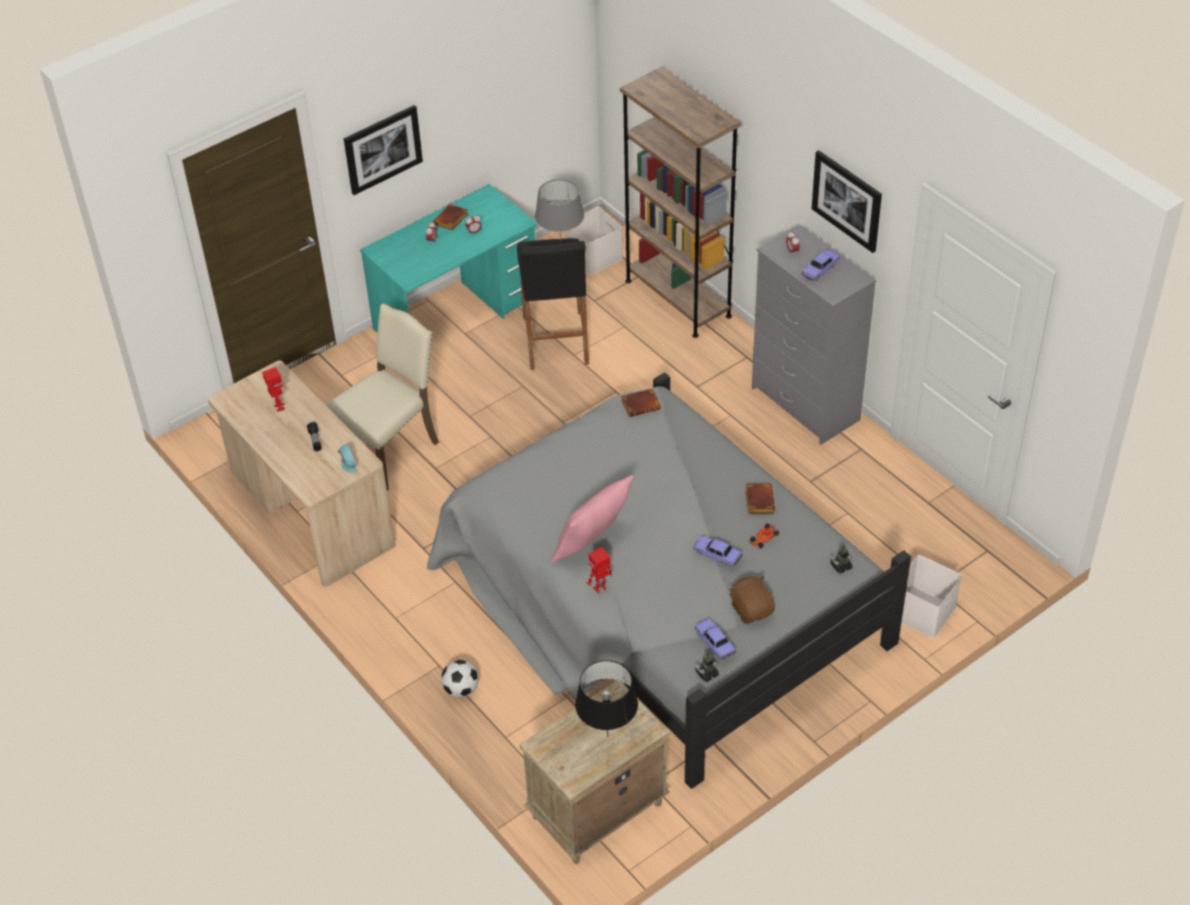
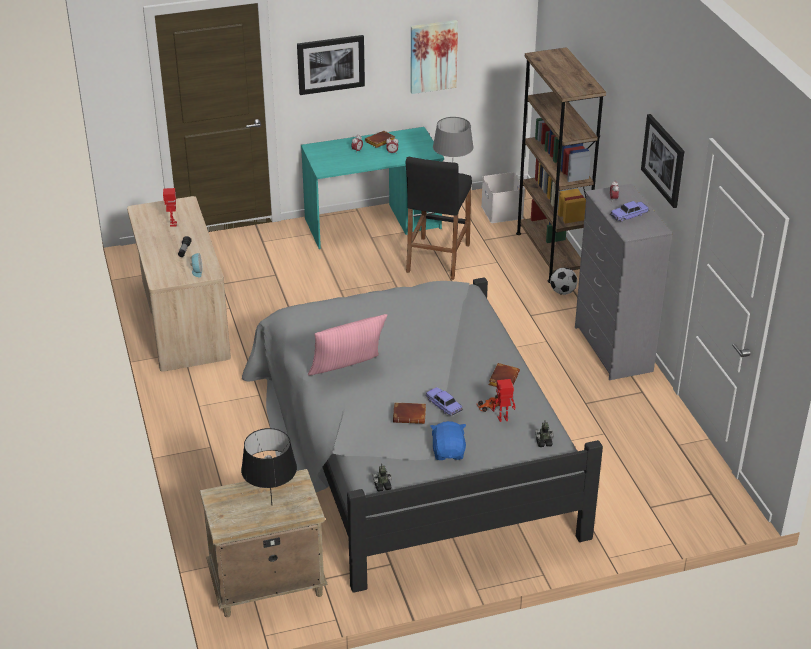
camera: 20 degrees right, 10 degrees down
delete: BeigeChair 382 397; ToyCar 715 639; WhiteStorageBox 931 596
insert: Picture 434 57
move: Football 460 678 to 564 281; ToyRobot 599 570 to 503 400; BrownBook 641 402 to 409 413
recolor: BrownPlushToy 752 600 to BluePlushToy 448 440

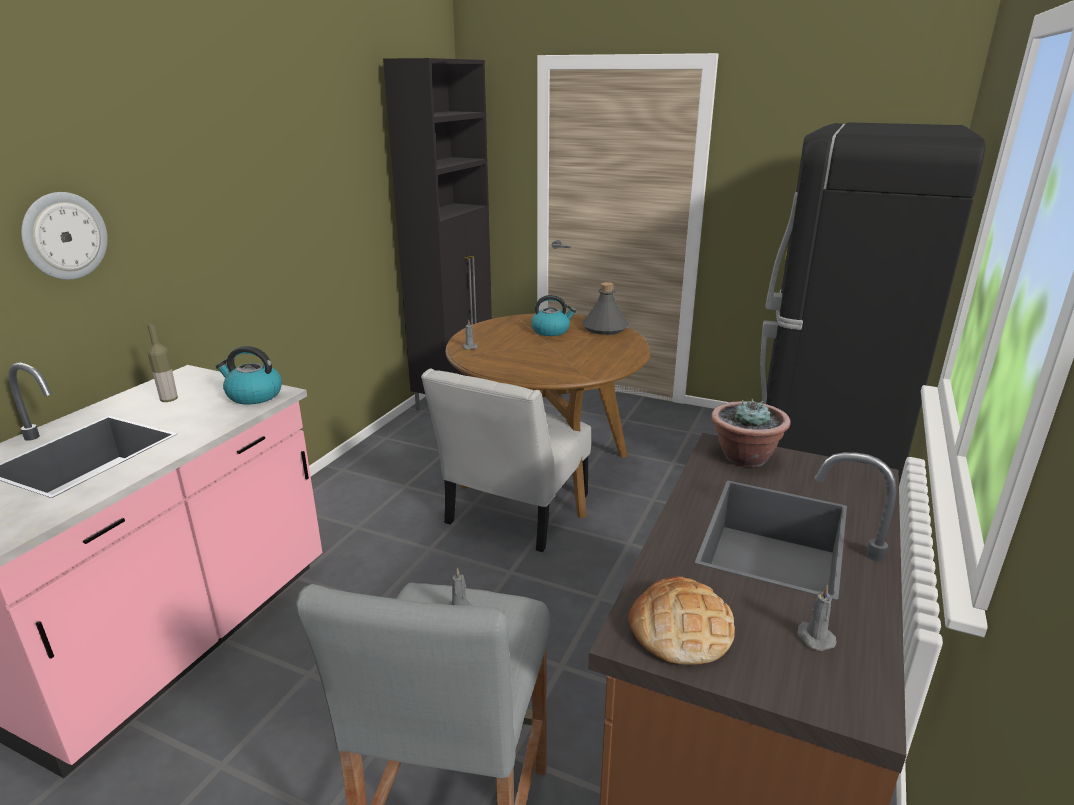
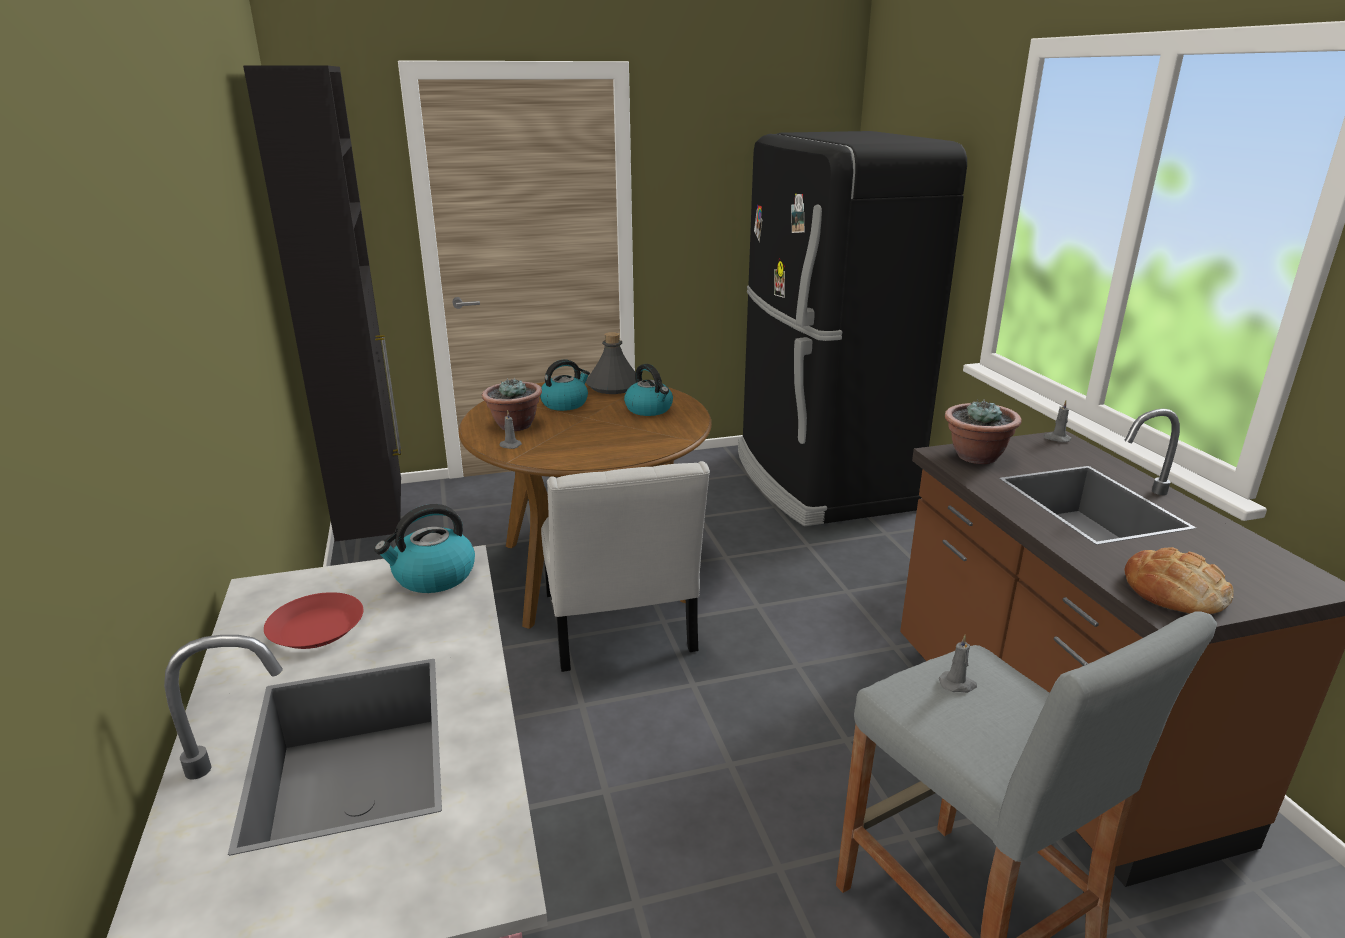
camera: 40 degrees left, 0 degrees up
delete: WallClock 64 236
insert: PottedPlant 512 404; Kettle 648 390
move: GreyCandle 817 618 to 1057 421
replace: Bottle 162 362 to RedPlate 313 620

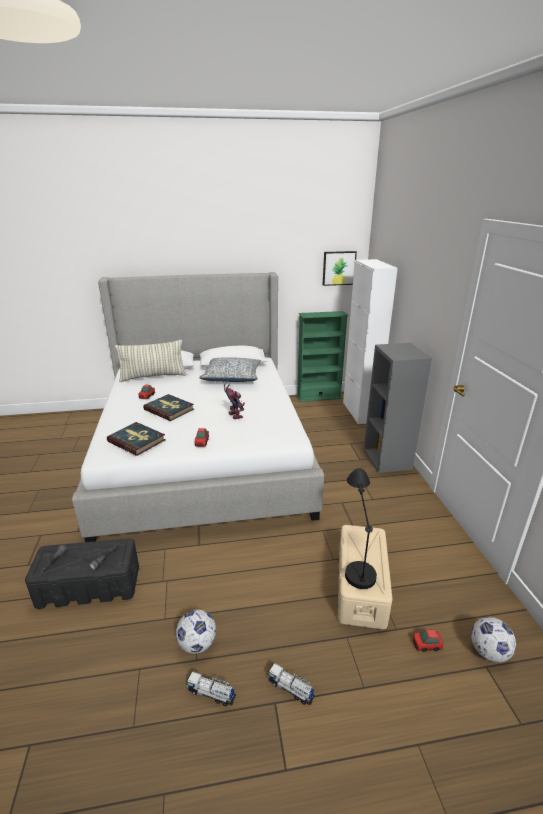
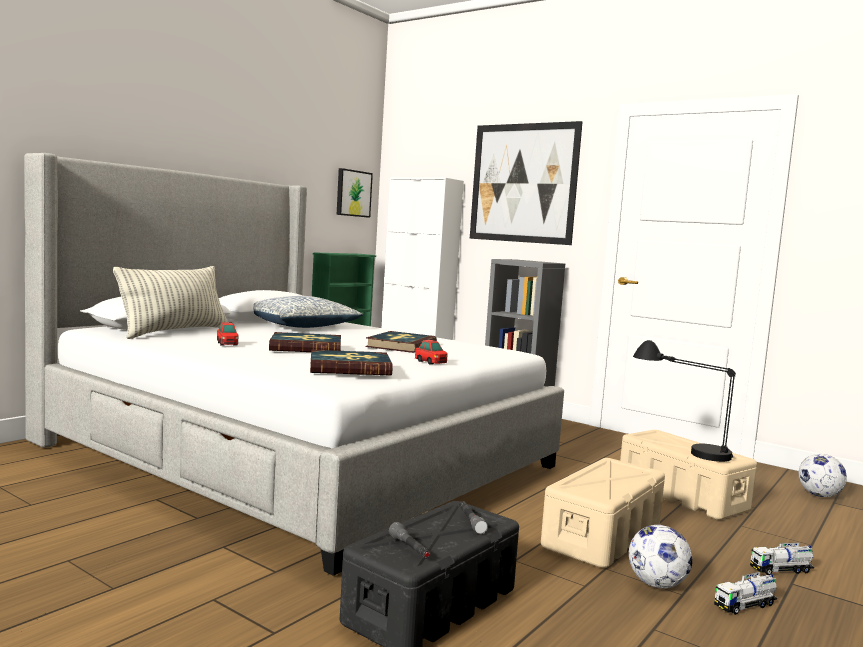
camera: 45 degrees left, 20 degrees down
delete: ToyCar 428 640
insert: Picture 526 183; BeigeStorageBox 603 513
replace: ToyRobot 234 401 to Book 401 342

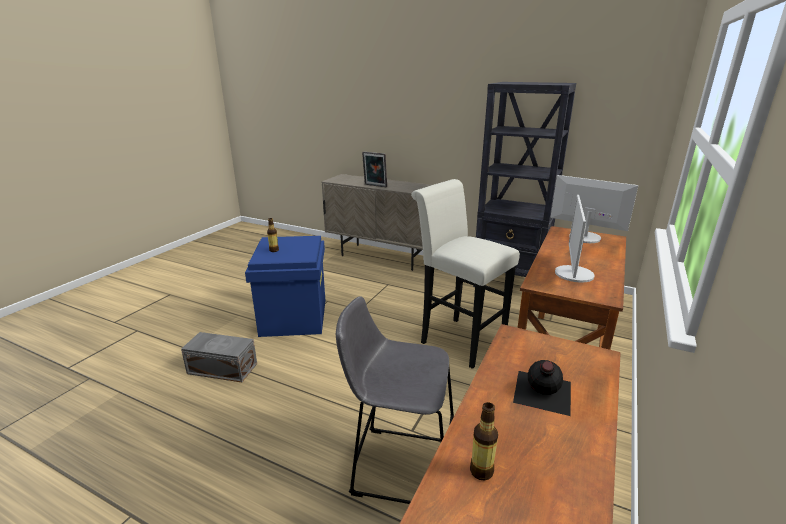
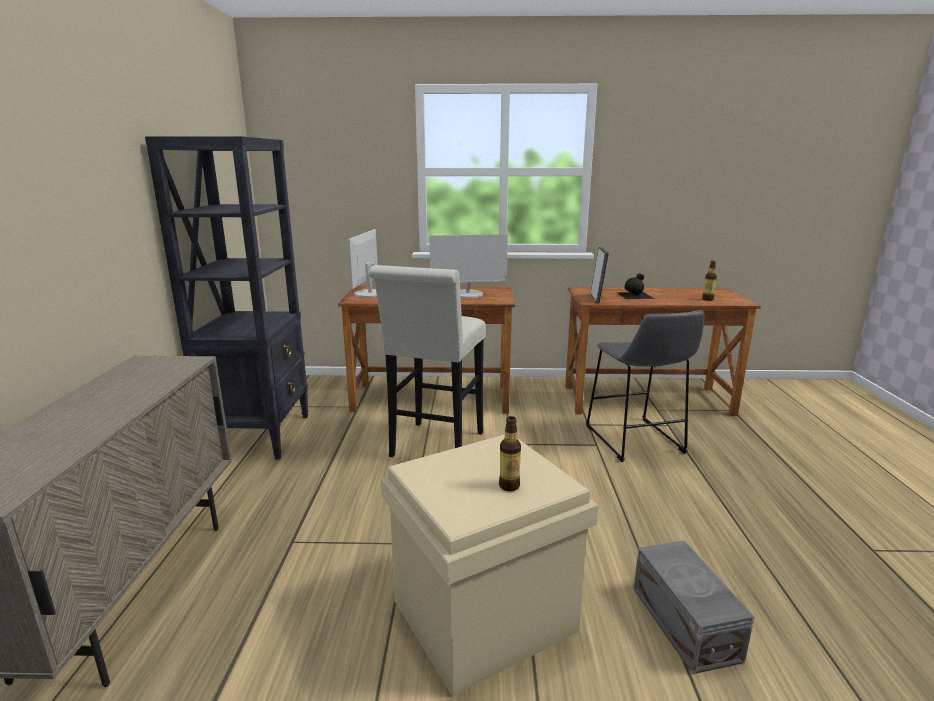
camera: 115 degrees left, 5 degrees down
move: PictureFrame 374 169 to 600 275
recolor: BlueStorageBox 285 286 to BeigeStorageBox 490 566

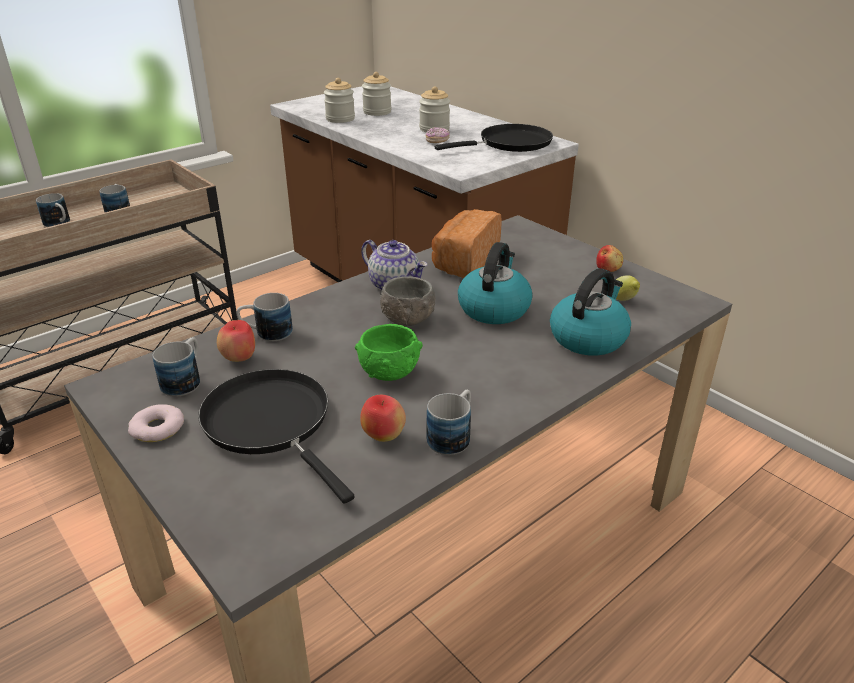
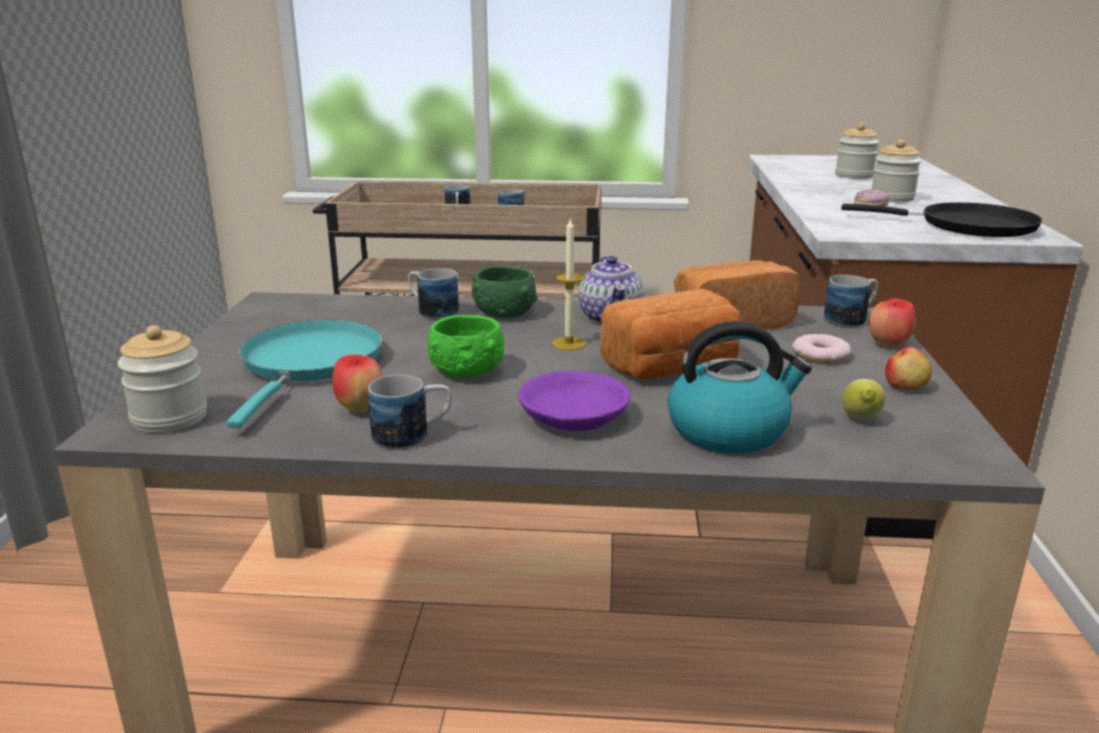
camera: 45 degrees right, 10 degrees down
insert: GreenBowl 504 292; PurpleBowl 574 401
move: Donut 156 423 to 821 348; Mug 176 367 to 851 301; Apple 236 341 to 892 323; Jar 339 100 to 162 379
replace: GreyBowl 407 301 to Candle 569 283; Kettle 495 283 to Bread 671 334
recolor: BlackFryingPan 276 436 to TurquoiseFryingPan 304 374

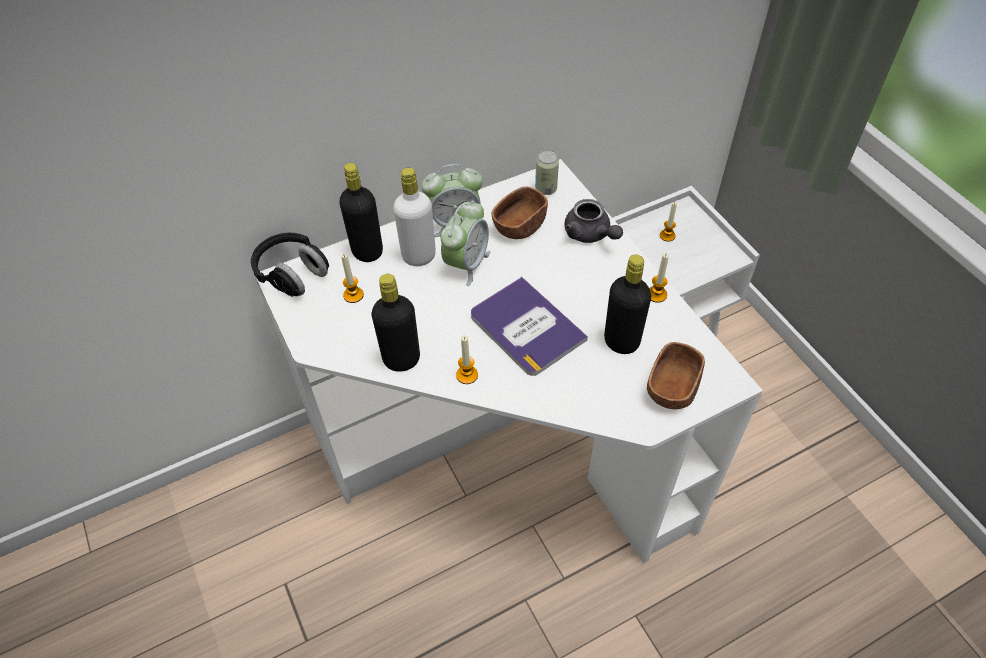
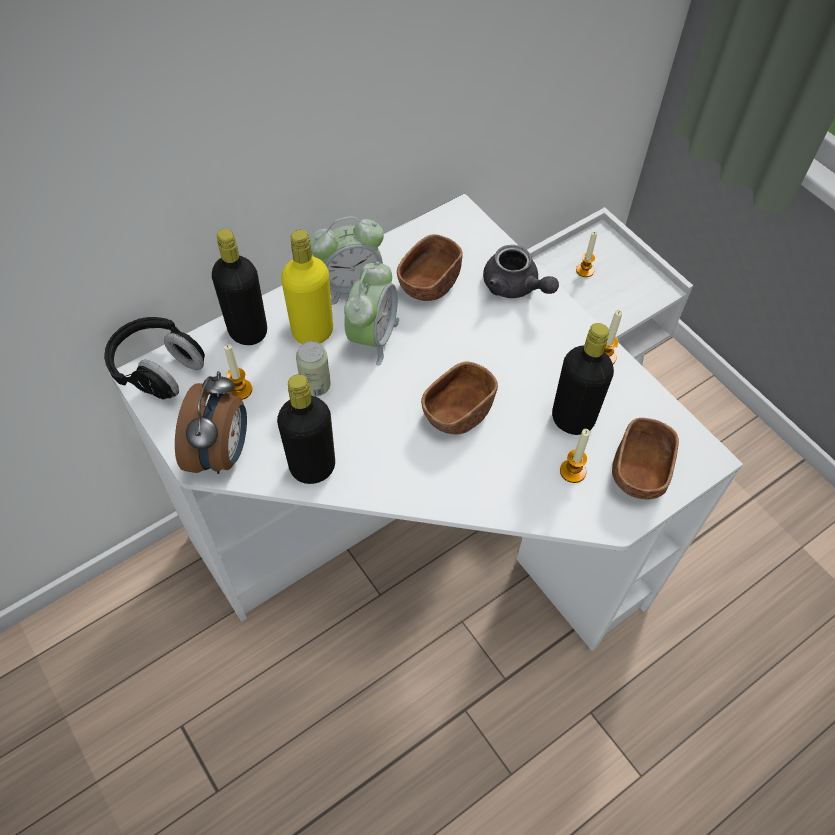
camera: 10 degrees left, 5 degrees up
insert: AlarmClock 211 422
move: Candle 467 359 to 575 456; Can 547 172 to 313 368
replace: Book 529 326 to BrownBowl 459 397
recolor: WhiteBottle 414 217 to YellowBottle 307 287

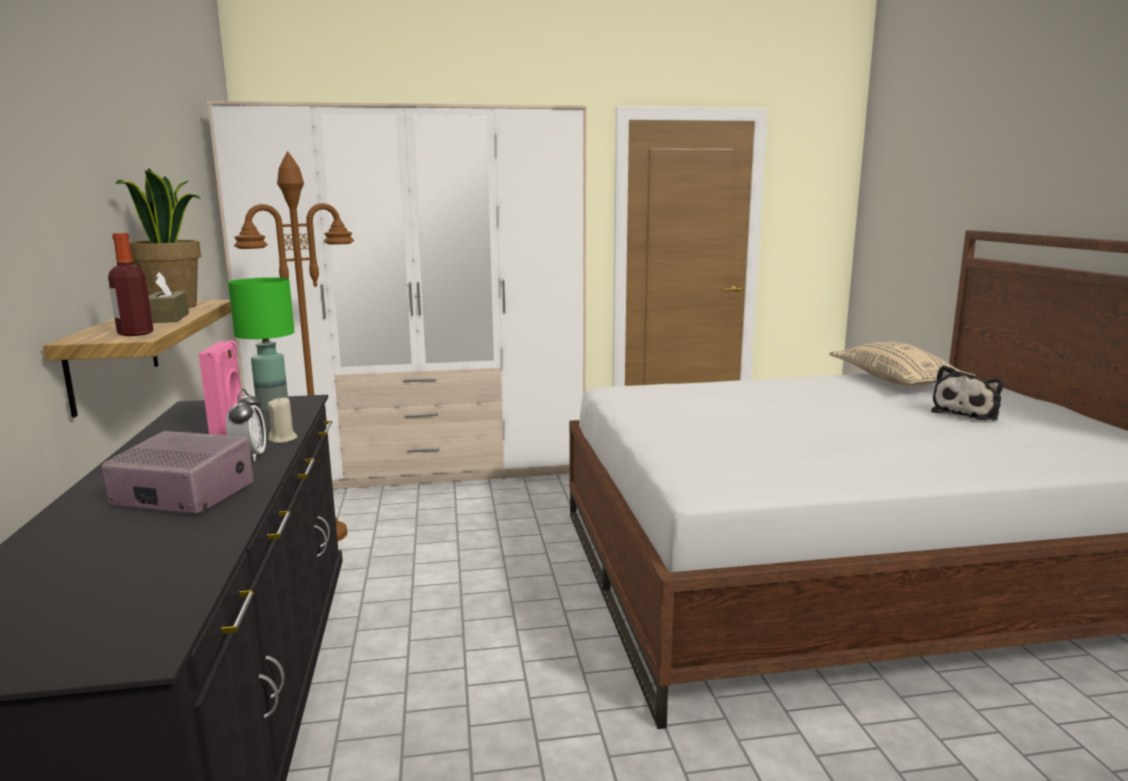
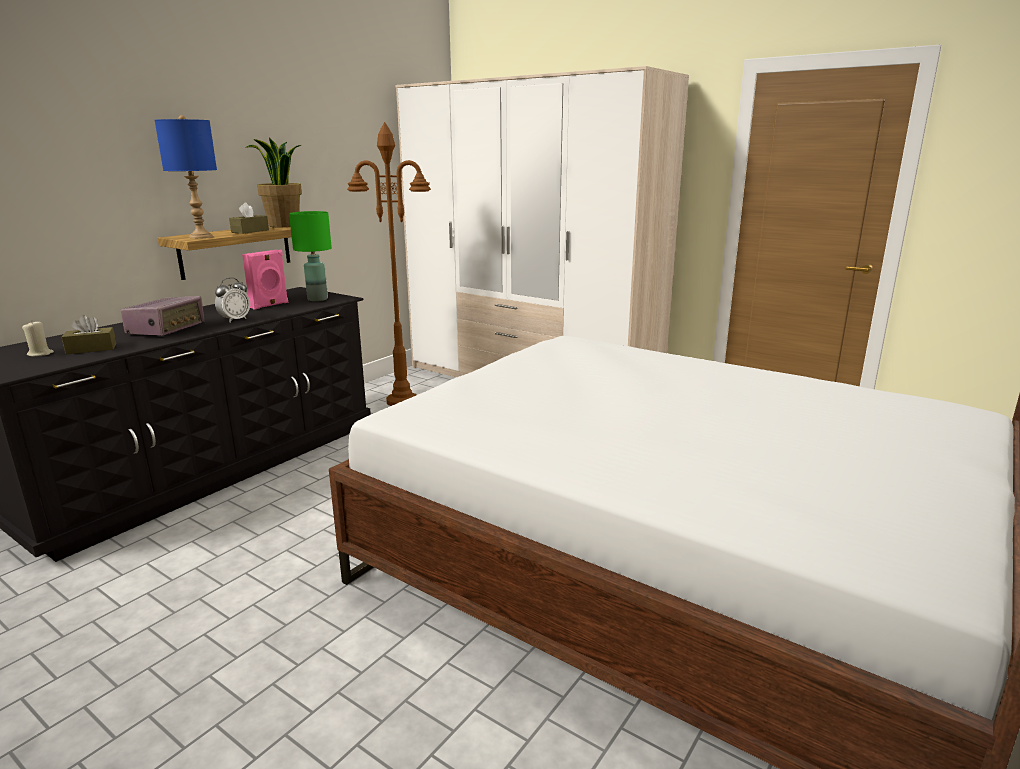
camera: 45 degrees right, 5 degrees up
delete: BeigePillow 902 363; PlushToy 967 393
insert: BrownTissueBox 88 334
move: BeigeCandle 283 420 to 38 338
replace: Bottle 130 284 to BlueTableLamp 186 177
rotate: Radio 177 472 = 162 316 45 degrees clockwise

